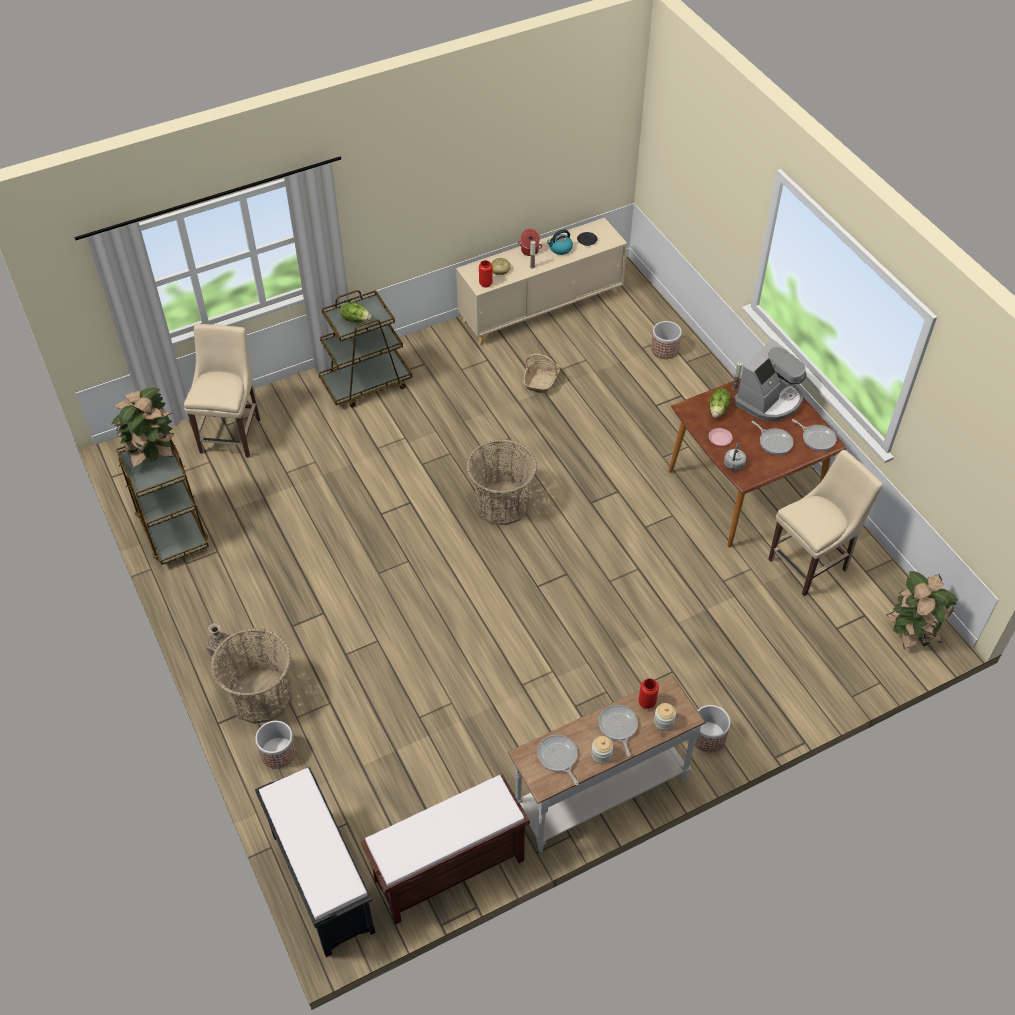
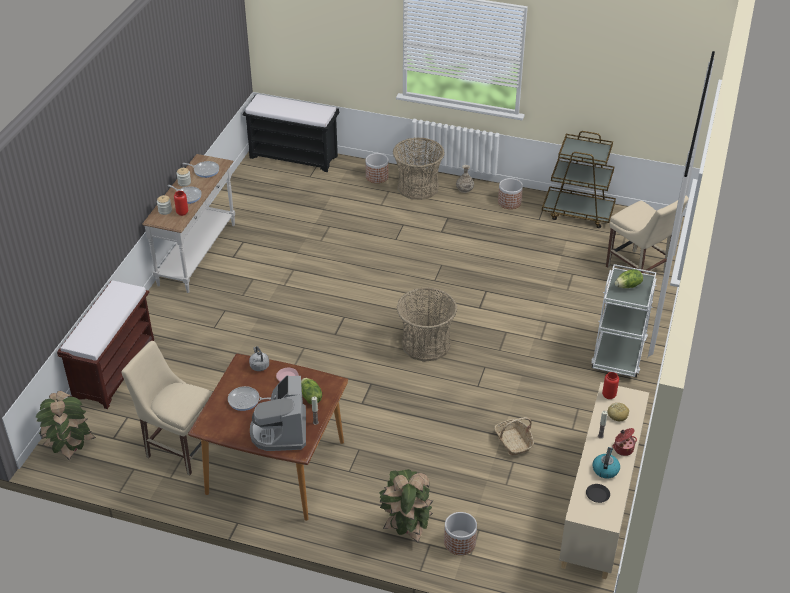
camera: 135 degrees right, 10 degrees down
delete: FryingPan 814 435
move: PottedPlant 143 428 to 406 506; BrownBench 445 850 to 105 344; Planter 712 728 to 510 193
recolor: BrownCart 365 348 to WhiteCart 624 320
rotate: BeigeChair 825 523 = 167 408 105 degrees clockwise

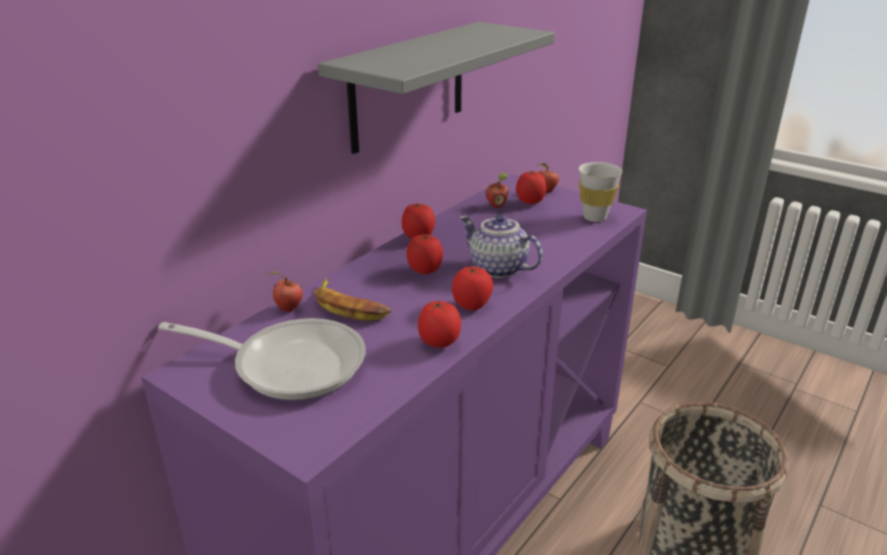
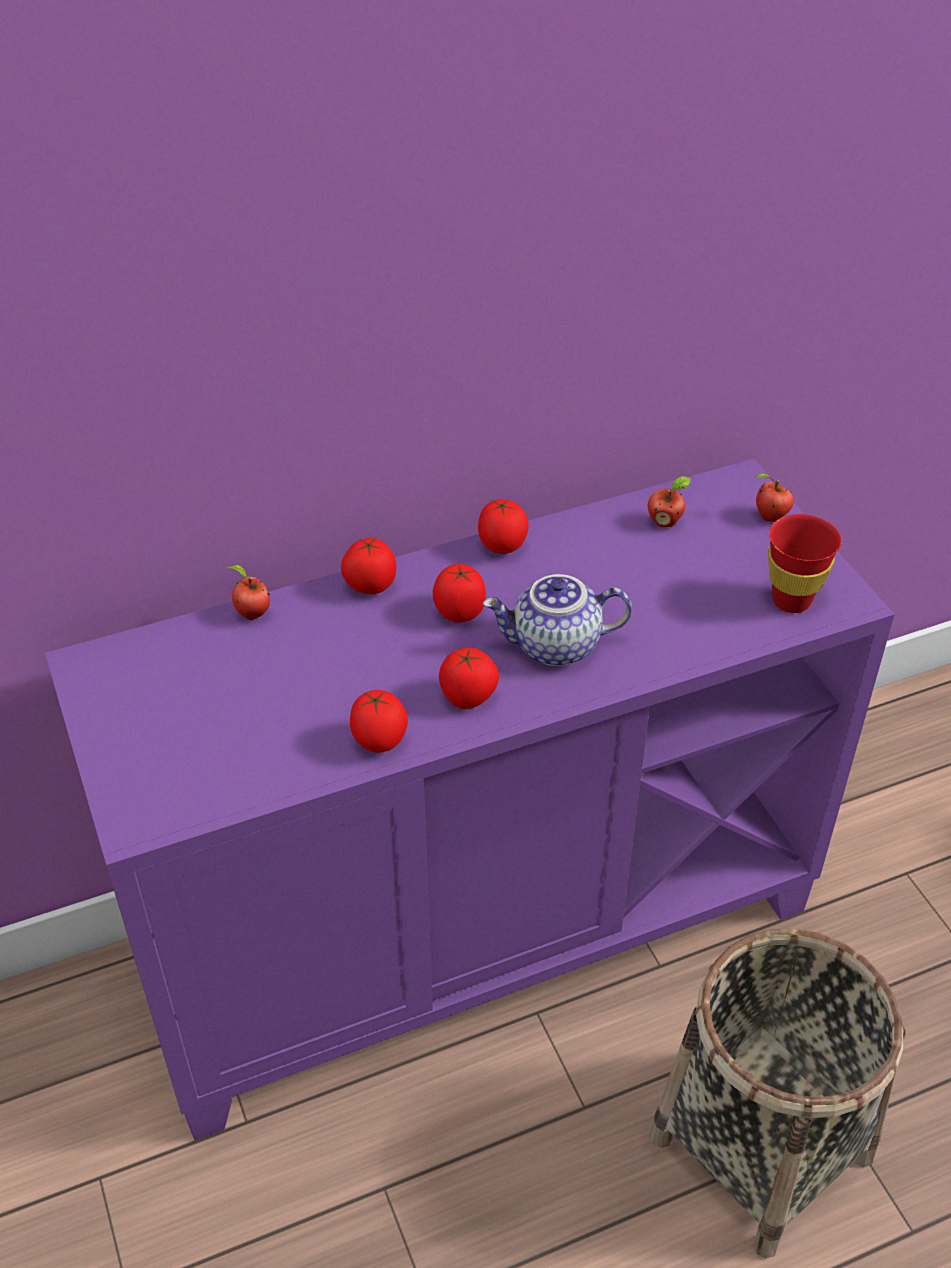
camera: 30 degrees right, 15 degrees up
delete: FryingPan 262 359; Banana 352 299; GreyShelf 436 88
move: Tomato 531 187 to 368 566
recolor: WhiteCup 600 192 to RedCup 804 563
rotate: Teapot 501 246 = 557 620 75 degrees counterclockwise

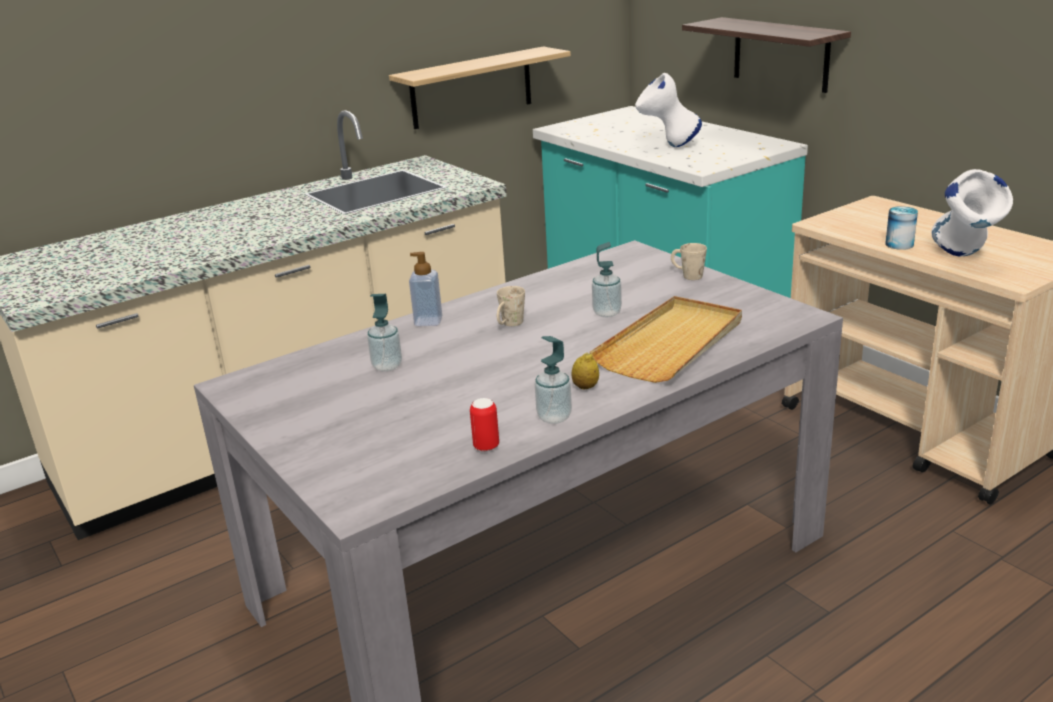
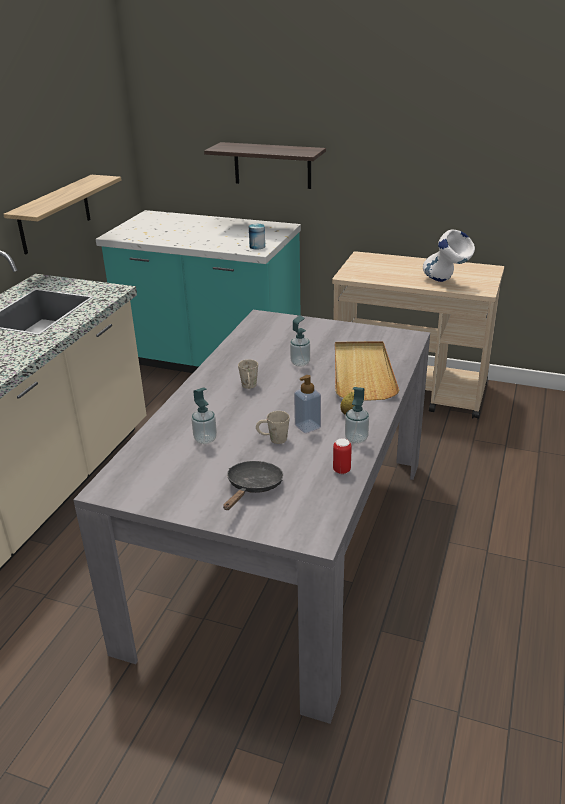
camera: 35 degrees left, 5 degrees up
delete: WhiteVase 668 110
insert: BlackFryingPan 253 485
move: SoapDispenser 425 289 to 307 404; BeigeMug 689 261 to 273 427; Can 901 228 to 257 237

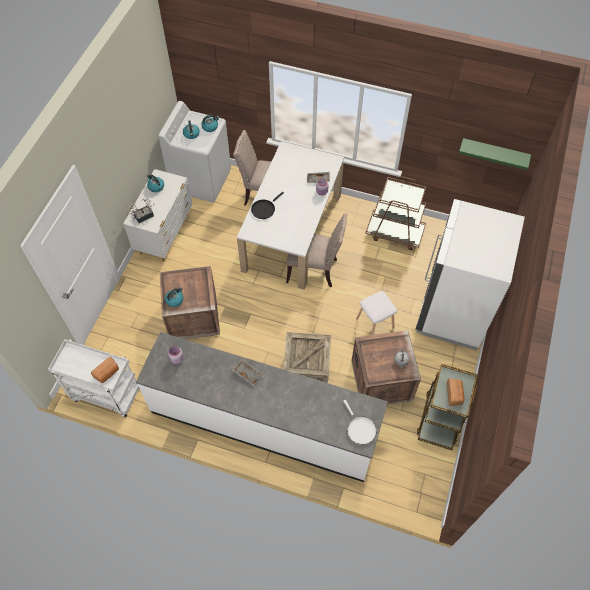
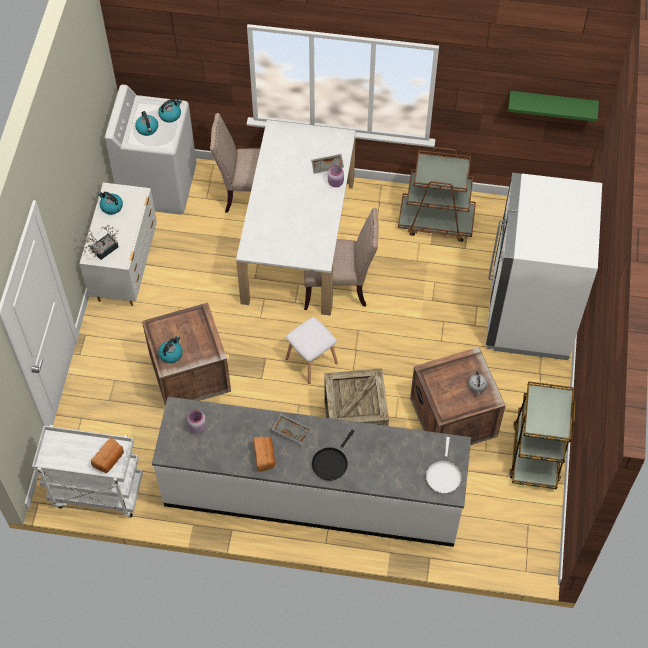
camera: 10 degrees left, 0 degrees up
move: BlackFryingPan 267 205 to 333 455; WhiteStool 377 313 to 312 350; Bread 455 392 to 264 454
rotate: WhiteFryingPan 360 422 = 444 465 45 degrees clockwise

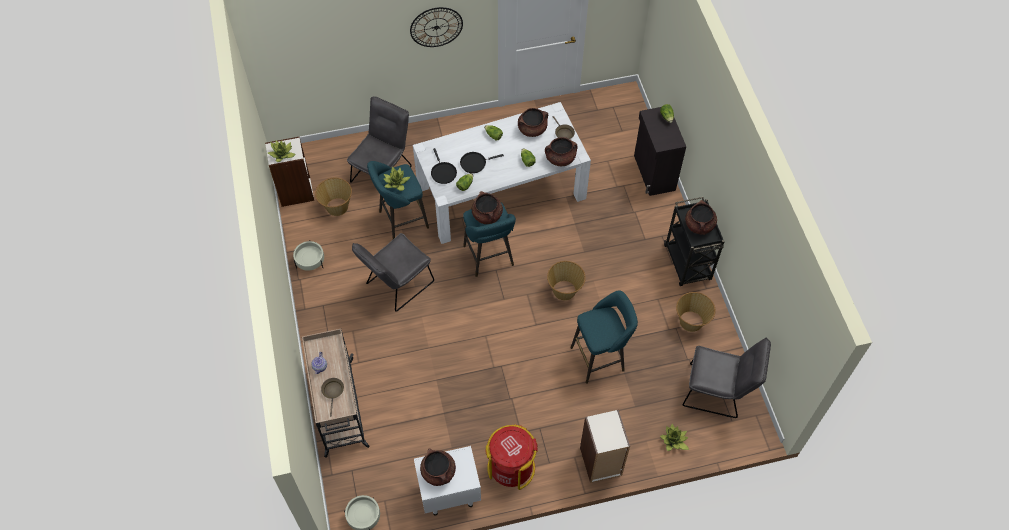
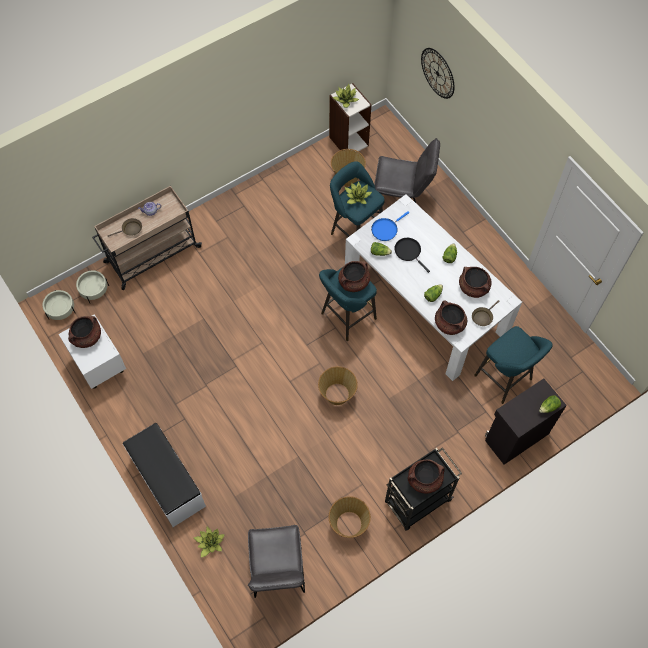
camera: 70 degrees right, 5 degrees up
delete: GreyChair 393 272; RedTrashCan 511 457
move: BeigePlanter 308 256 to 92 286; WallClock 436 27 to 438 73; TurquoiseStool 604 337 to 513 365
replace: Bookcase 605 446 to WhiteBench 164 475
recolor: BlackFryingPan 444 166 to BlueFryingPan 390 226

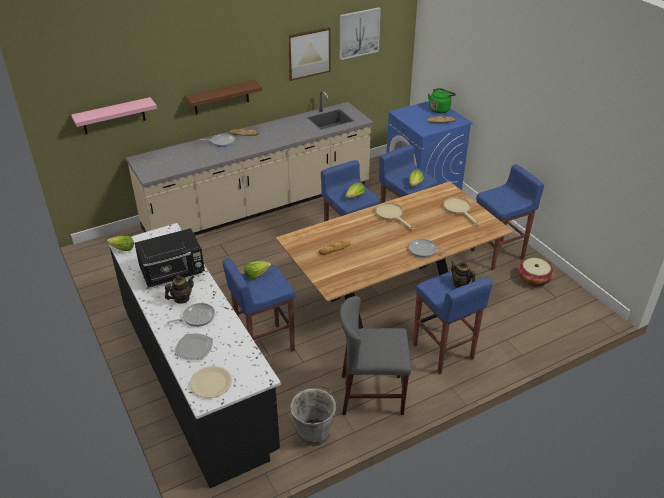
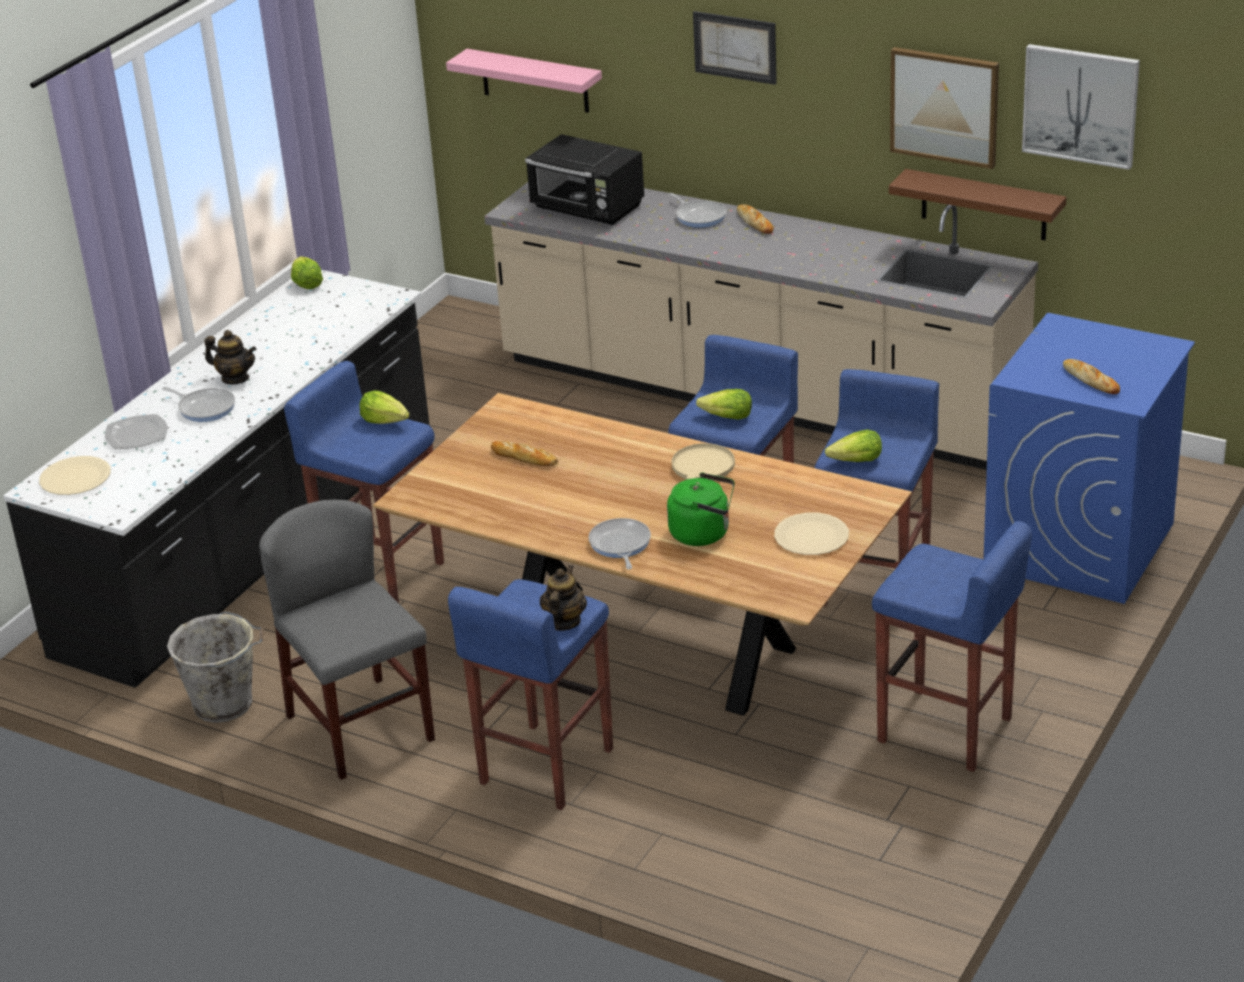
camera: 60 degrees right, 5 degrees down
delete: Basket 536 272
insert: Picture 735 48
move: BlackMicrowave 169 257 to 584 179; BrownShelf 223 97 to 977 204; GreenKettle 442 100 to 701 509
replace: BeigeFryingPan 461 211 to BeigePlate 811 534

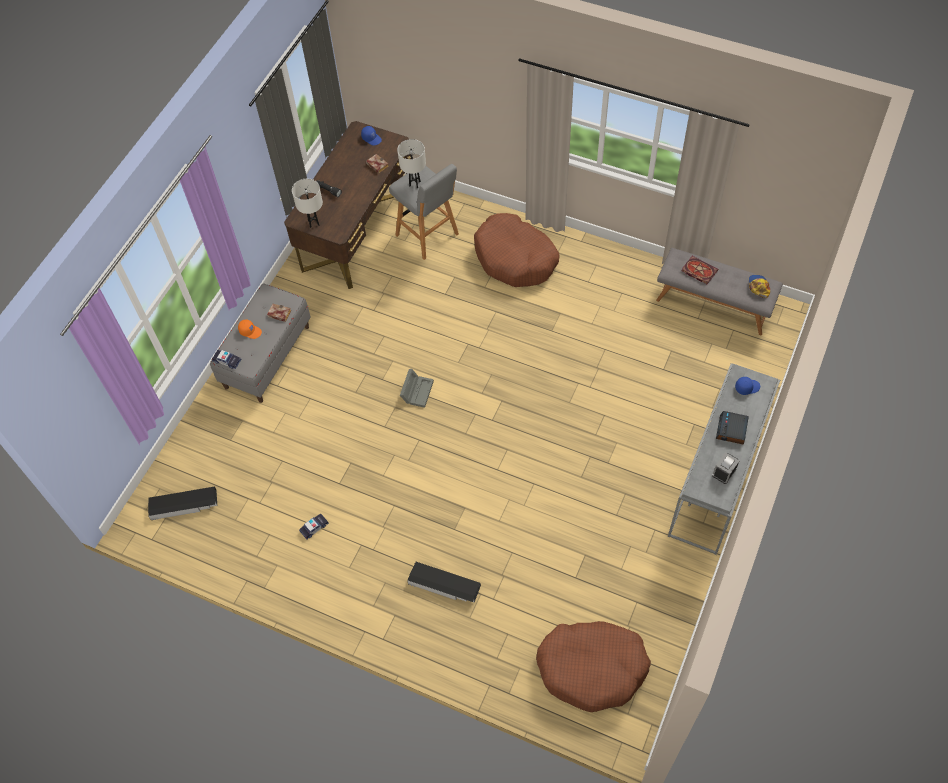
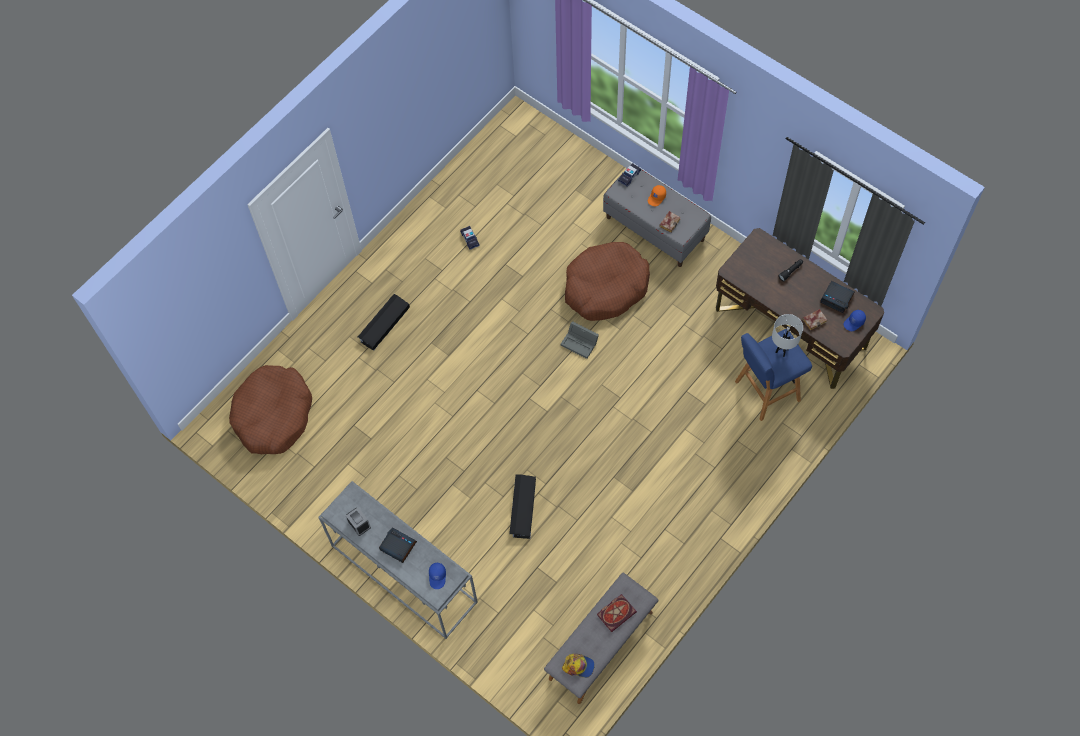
camera: 105 degrees right, 5 degrees up
delete: WhiteTableLamp 307 203
insert: AlarmClock 837 297
move: BlackStorageBox 182 503 to 522 507; BrownDogBed 517 250 to 607 281
recolor: GreyStool 424 212 to BlueStool 773 375

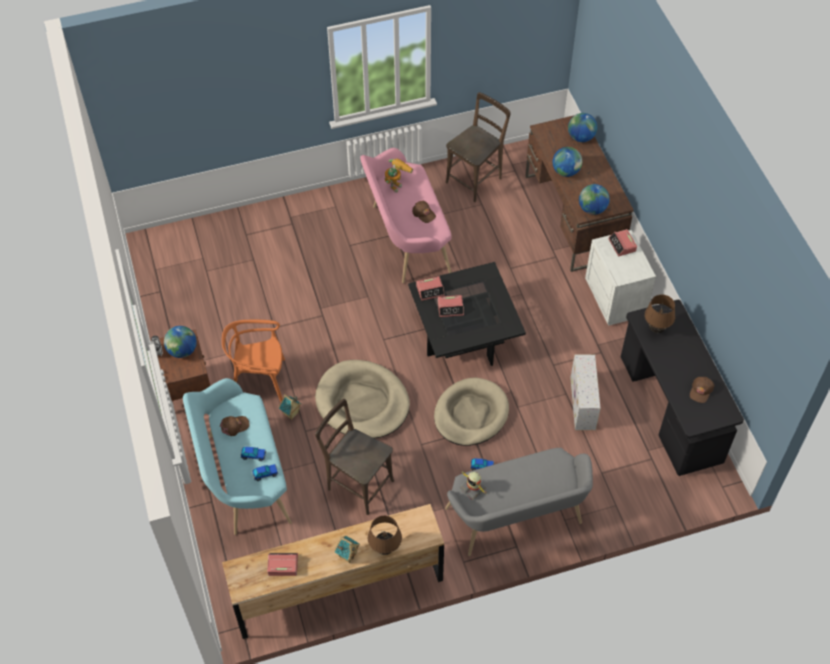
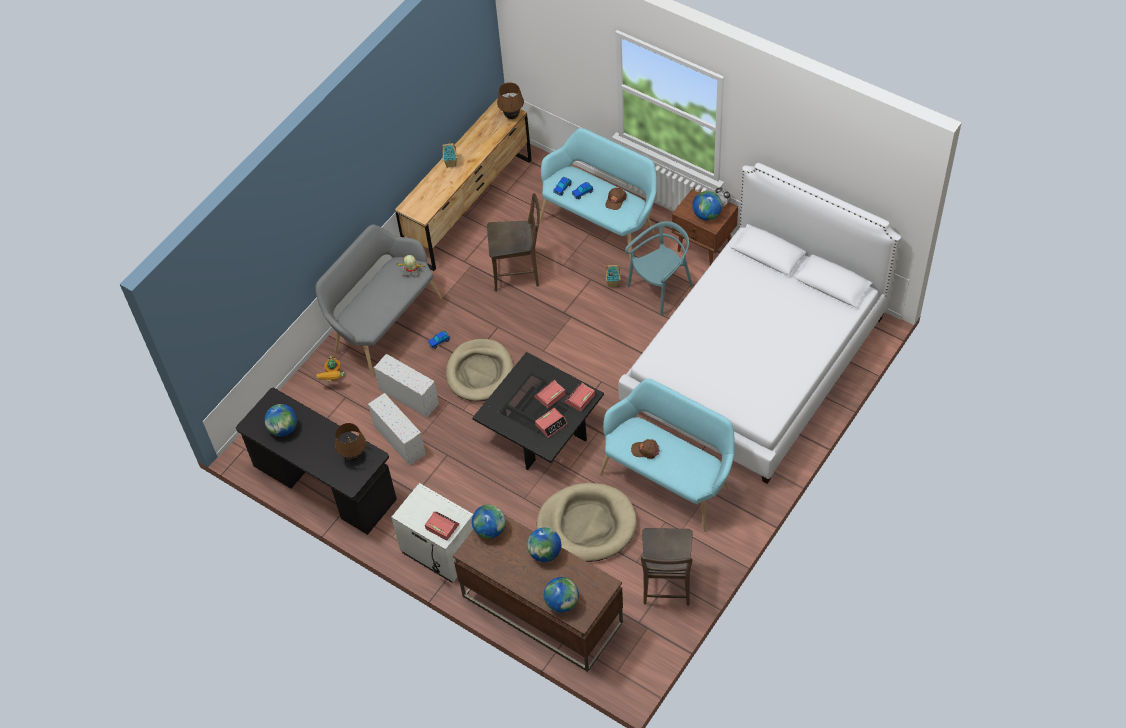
camera: 145 degrees right, 0 degrees up
insert: WhiteStorageBox 406 385; WhiteBed 759 323
move: AlarmClock 282 564 to 551 423; BeigeDogBed 362 399 to 587 522; BrownTableLamp 385 535 to 510 100; ToyRobot 399 176 to 330 369
replace: BrownCap 702 390 to Globe 280 420
recolor: OrangeChair 253 360 to TurquoiseChair 659 268; PinkBench 406 215 to TurquoiseBench 667 455

